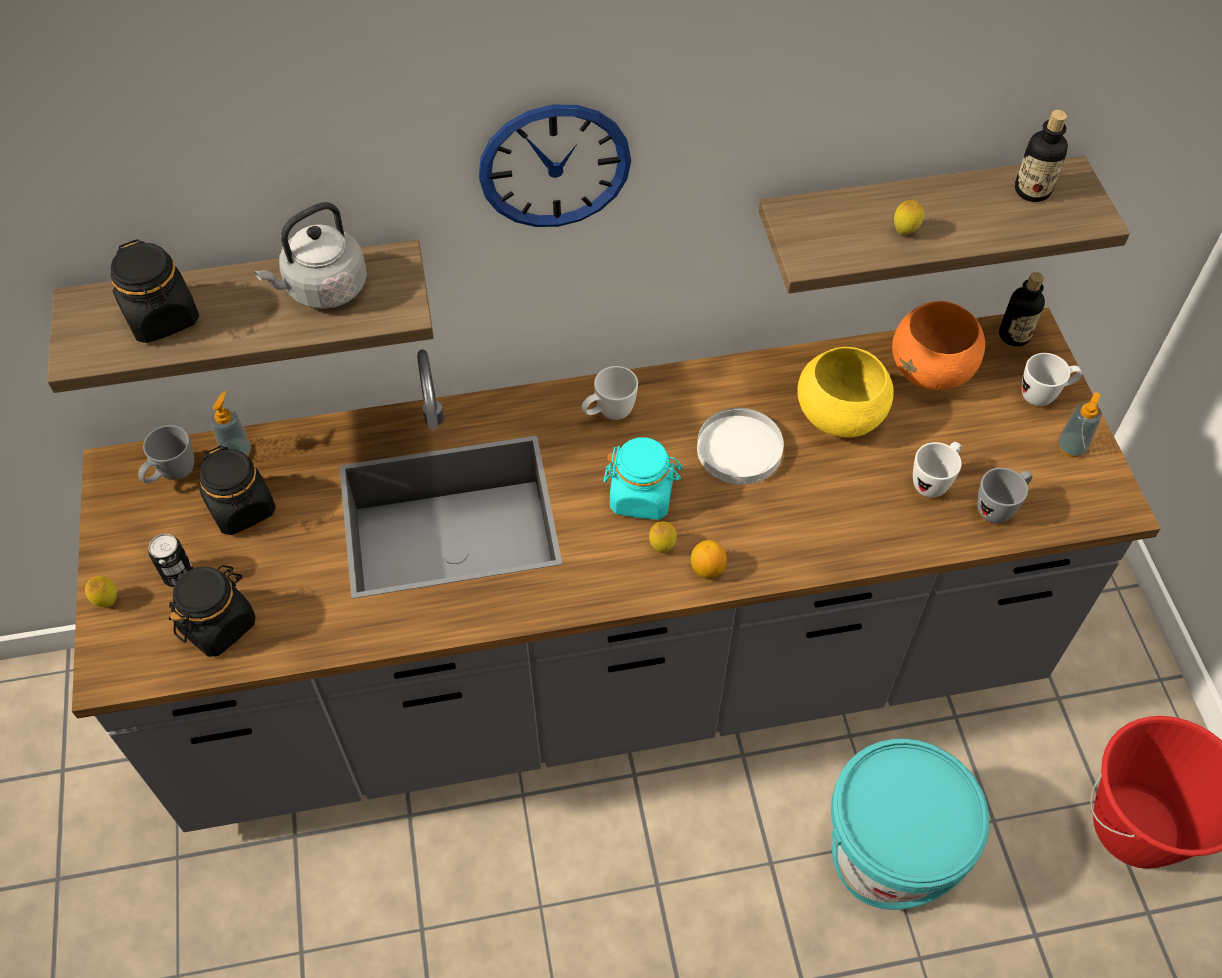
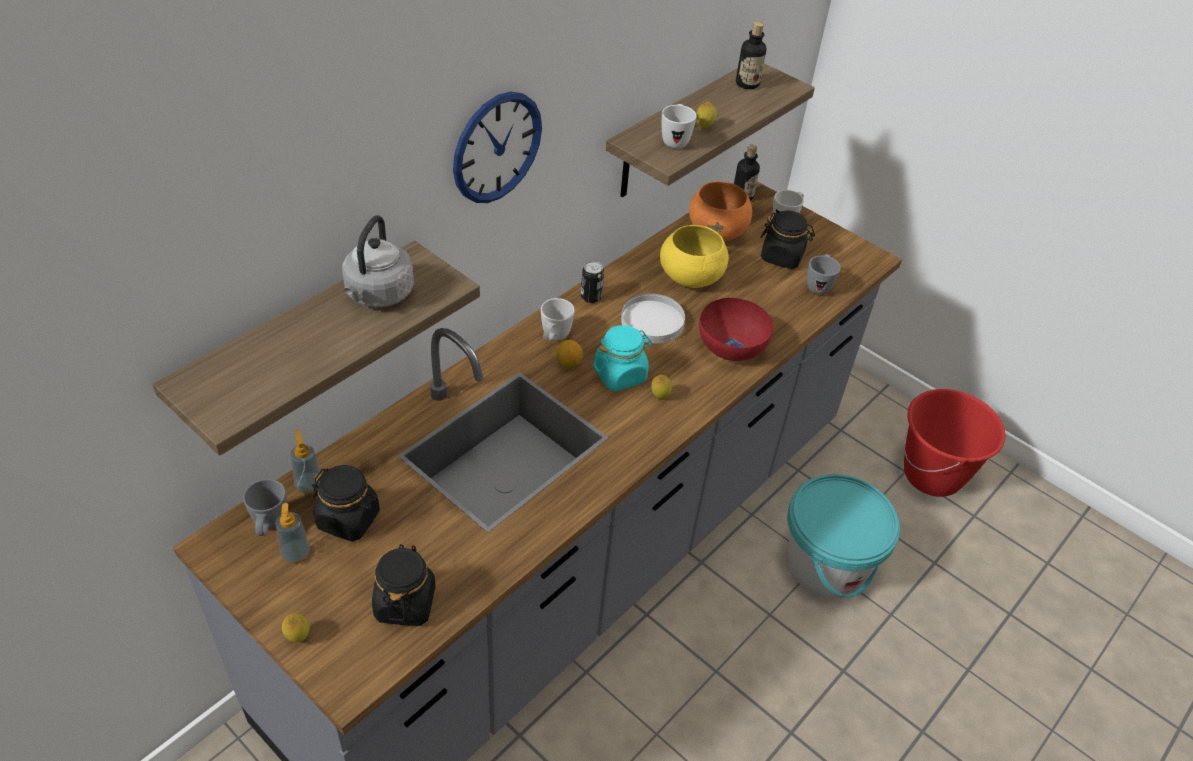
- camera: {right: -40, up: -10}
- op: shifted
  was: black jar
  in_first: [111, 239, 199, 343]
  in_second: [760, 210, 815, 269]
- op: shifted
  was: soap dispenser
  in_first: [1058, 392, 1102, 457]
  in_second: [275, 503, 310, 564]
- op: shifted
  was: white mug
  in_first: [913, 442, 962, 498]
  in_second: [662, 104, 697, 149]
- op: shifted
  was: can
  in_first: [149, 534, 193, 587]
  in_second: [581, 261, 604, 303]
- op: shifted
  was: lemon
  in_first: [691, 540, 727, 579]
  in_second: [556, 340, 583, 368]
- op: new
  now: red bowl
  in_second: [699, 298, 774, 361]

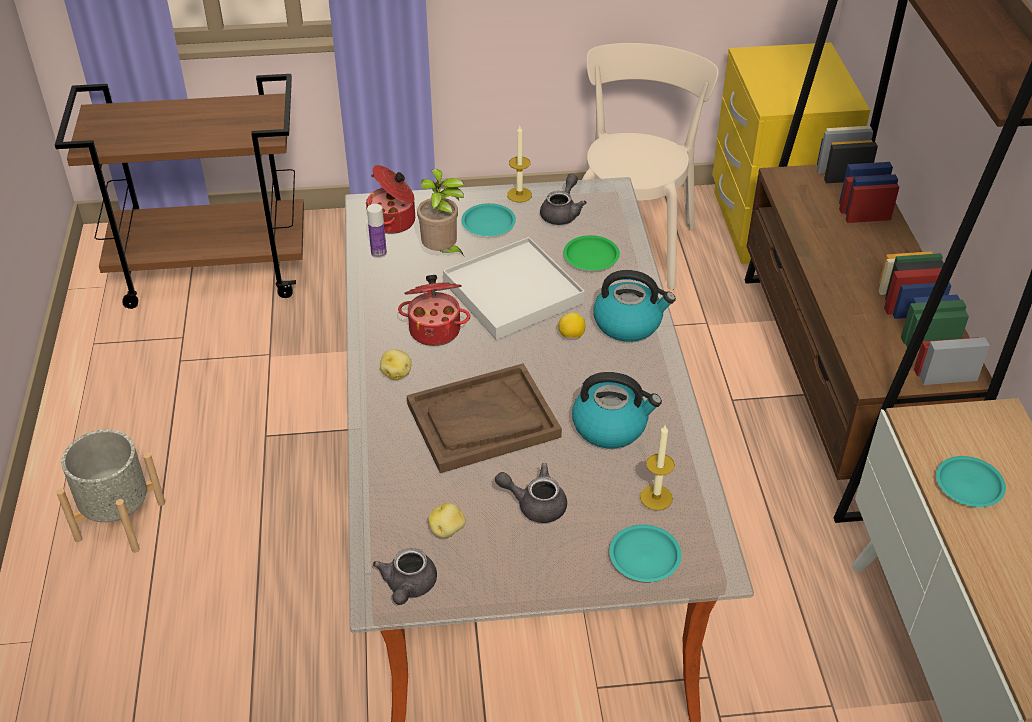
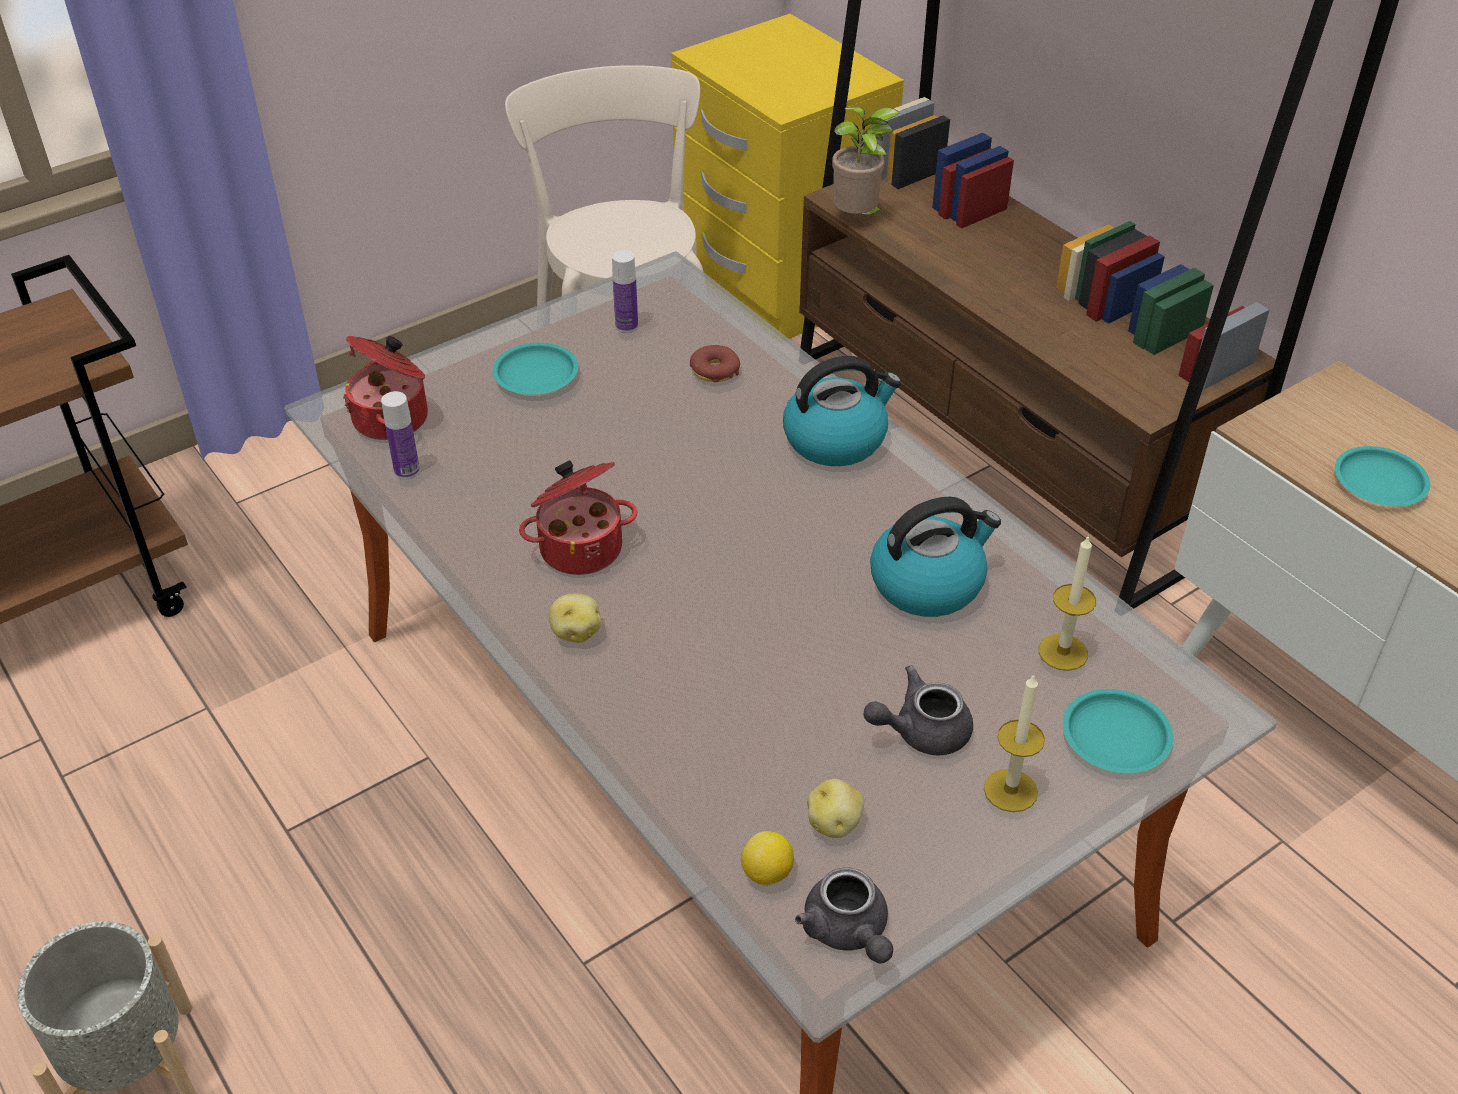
- camera: {right: -30, up: 0}
- op: shifted
  was: candle
  in_first: [507, 126, 532, 202]
  in_second: [984, 674, 1045, 812]
- op: shifted
  was: potted plant
  in_first: [417, 169, 464, 256]
  in_second: [832, 107, 900, 215]
- op: swapped
  was: grey teapot
  now: bottle
  in_first: [540, 174, 587, 225]
  in_second: [612, 250, 638, 333]
- op: swapped
  was: green plate
  now: donut
  in_first: [563, 235, 620, 270]
  in_second: [690, 345, 740, 382]
- op: gone
  was: white tray
  in_first: [443, 237, 585, 340]
- op: shifted
  was: lemon
  in_first: [558, 312, 586, 338]
  in_second: [741, 831, 794, 886]
- op: gone
  was: brown tray
  in_first: [407, 363, 562, 473]

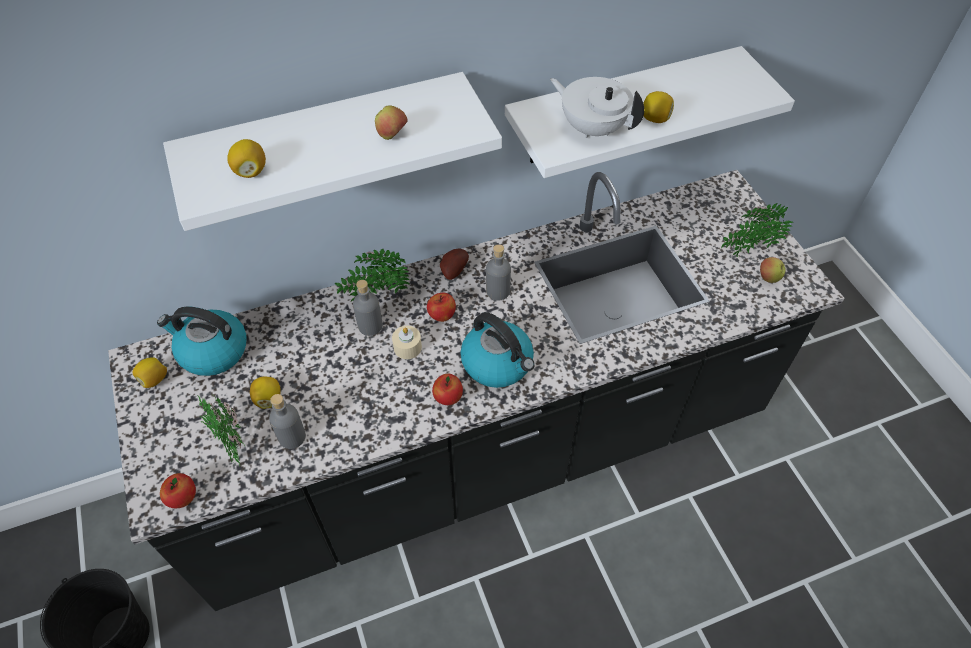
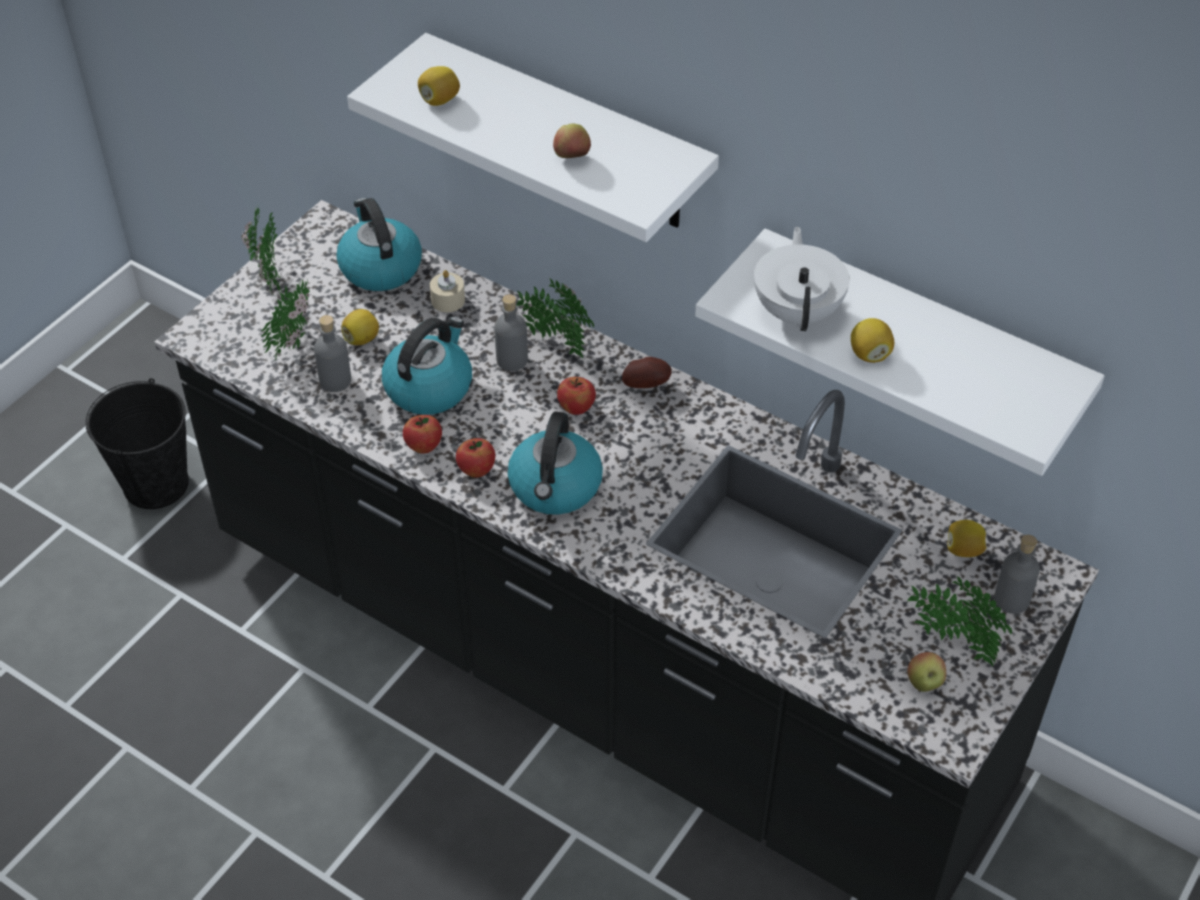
- camera: {right: 55, up: -5}
- op: shifted
  was: grey bottle
  in_first: [486, 244, 511, 301]
  in_second: [994, 535, 1040, 614]
- op: shifted
  was: beige candle
  in_first: [392, 326, 422, 359]
  in_second: [430, 270, 465, 312]
- op: shifted
  was: lemon
  in_first: [133, 357, 167, 388]
  in_second: [948, 520, 986, 557]
- op: shifted
  was: apple
  in_first: [160, 473, 196, 508]
  in_second: [403, 415, 442, 454]
- op: new
  now: potted plant
  in_second: [241, 208, 284, 295]
- op: new
  now: kettle
  in_second: [382, 317, 472, 415]

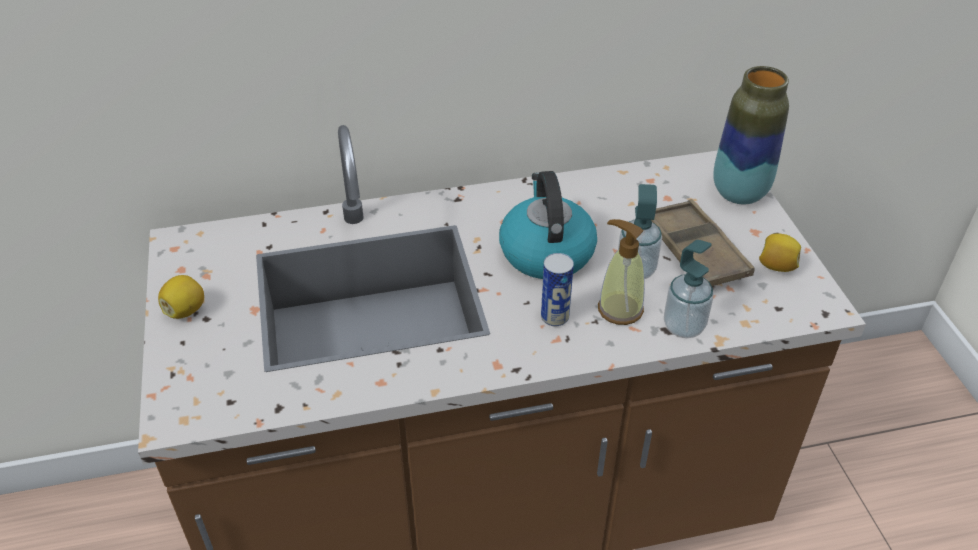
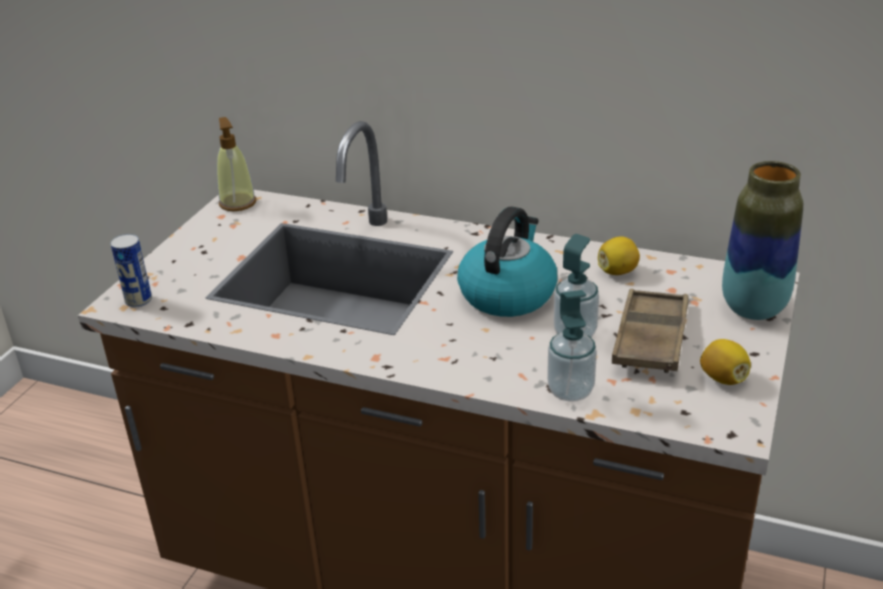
- camera: {right: 35, up: -10}
- op: shifted
  was: soap dispenser
  in_first: [598, 219, 645, 325]
  in_second: [217, 117, 256, 211]
- op: shifted
  was: can
  in_first: [541, 253, 574, 326]
  in_second: [110, 234, 152, 307]
- op: shifted
  was: lemon
  in_first: [158, 275, 204, 319]
  in_second: [598, 236, 640, 275]

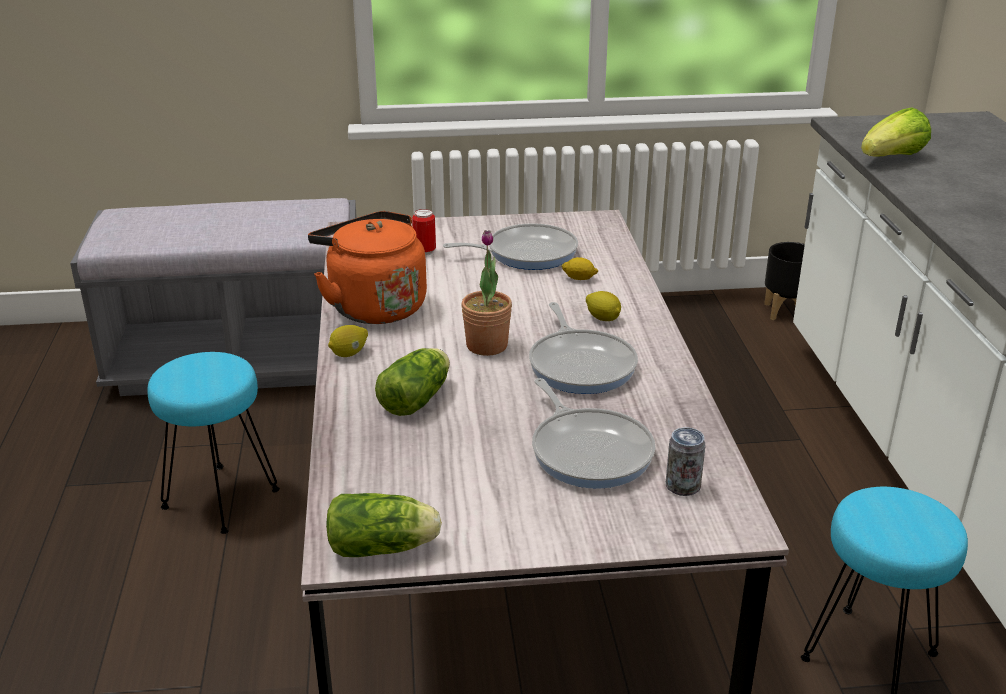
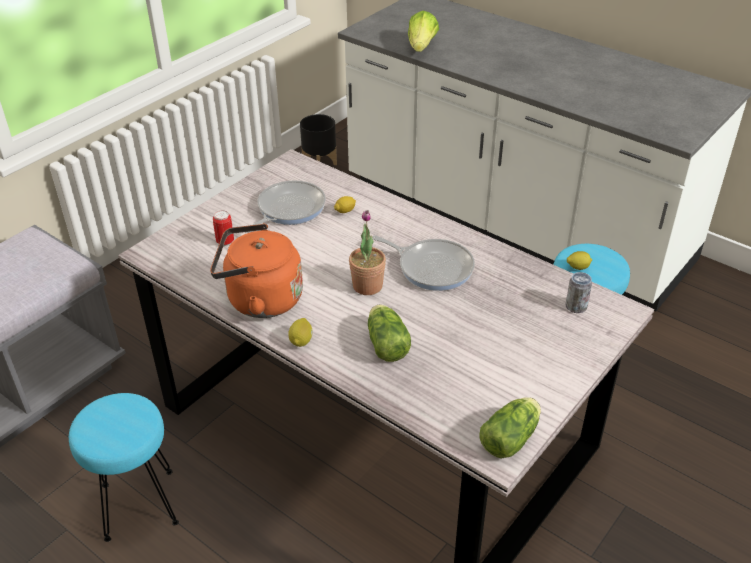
- camera: {right: -45, up: 10}
- op: shifted
  was: lemon
  in_first: [586, 291, 621, 321]
  in_second: [567, 251, 592, 270]
- op: gone
  was: frying pan
  in_first: [532, 378, 656, 489]

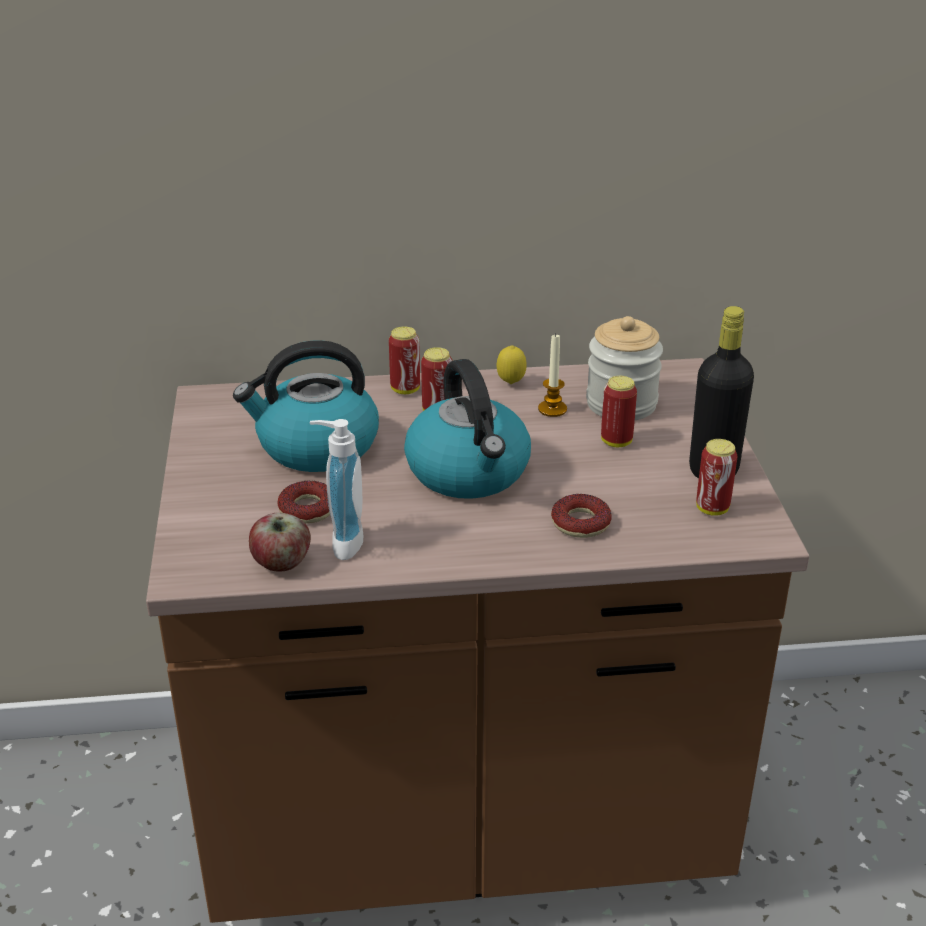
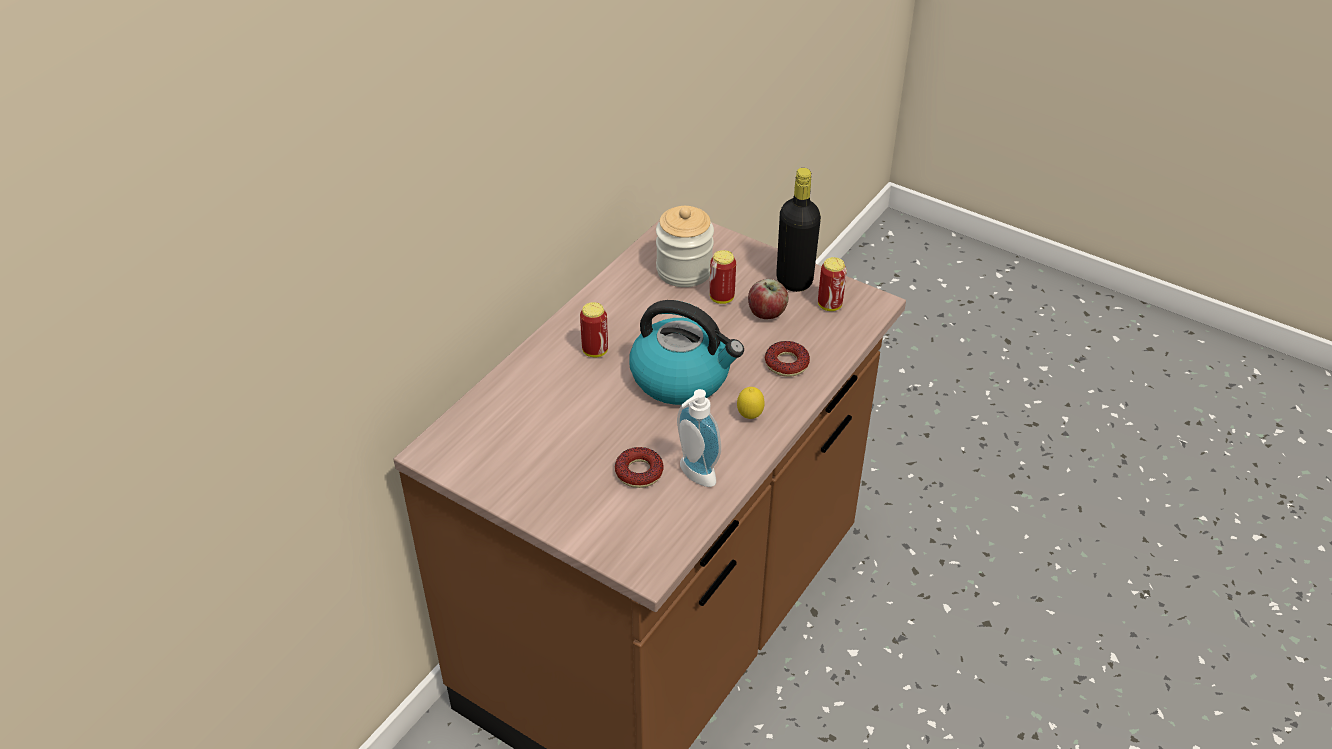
- camera: {right: -50, up: 10}
- op: gone
  was: can
  in_first: [389, 326, 420, 394]
- op: gone
  was: candle
  in_first: [538, 334, 567, 417]
- op: gone
  was: kettle
  in_first: [233, 340, 379, 472]
- op: shifted
  was: lemon
  in_first: [497, 345, 527, 384]
  in_second: [737, 387, 765, 419]
- op: shifted
  was: apple
  in_first: [249, 513, 311, 572]
  in_second: [748, 279, 788, 319]

